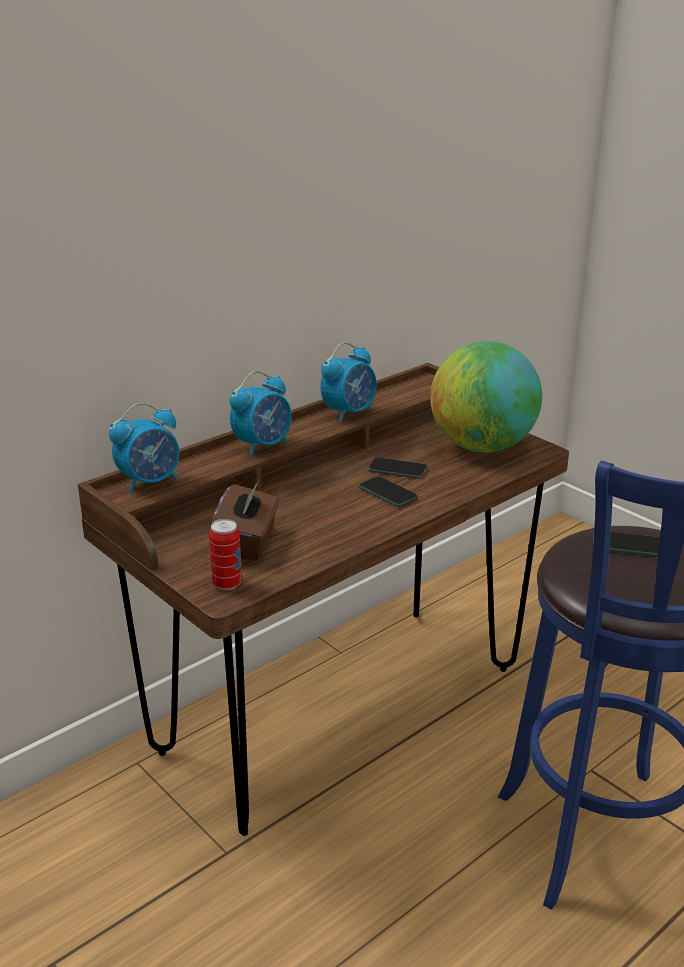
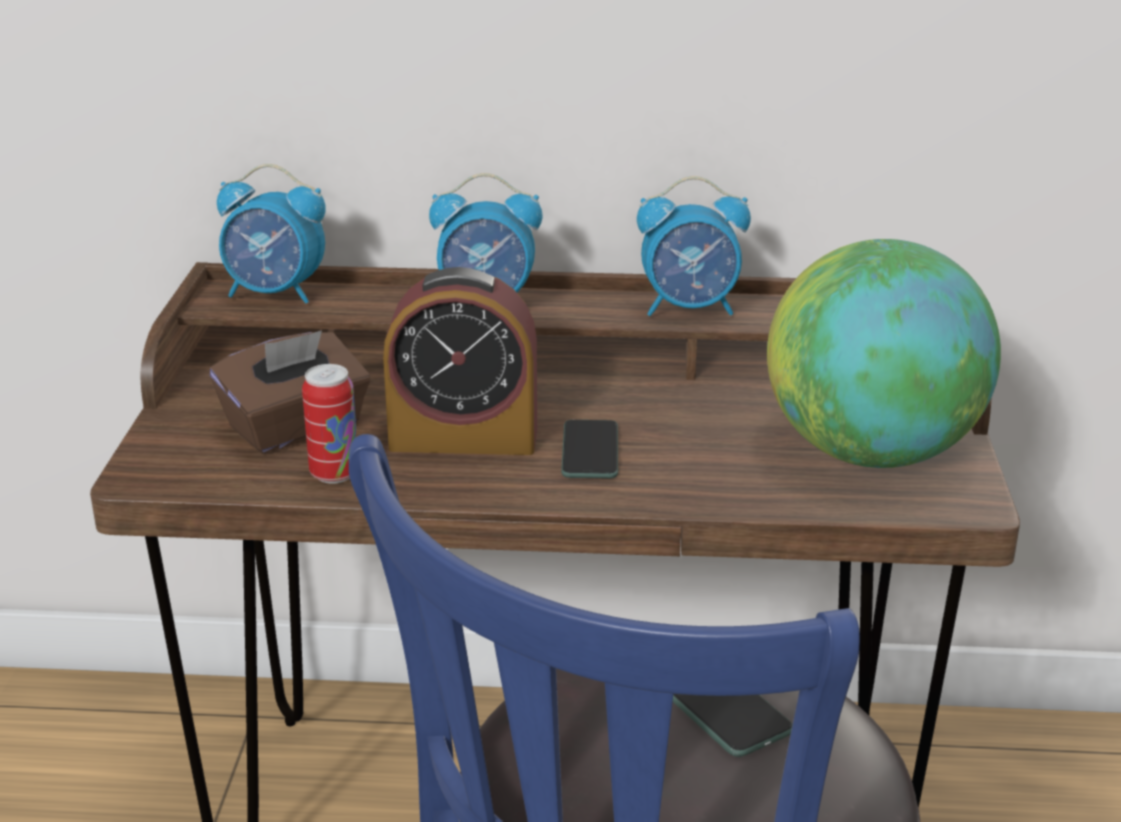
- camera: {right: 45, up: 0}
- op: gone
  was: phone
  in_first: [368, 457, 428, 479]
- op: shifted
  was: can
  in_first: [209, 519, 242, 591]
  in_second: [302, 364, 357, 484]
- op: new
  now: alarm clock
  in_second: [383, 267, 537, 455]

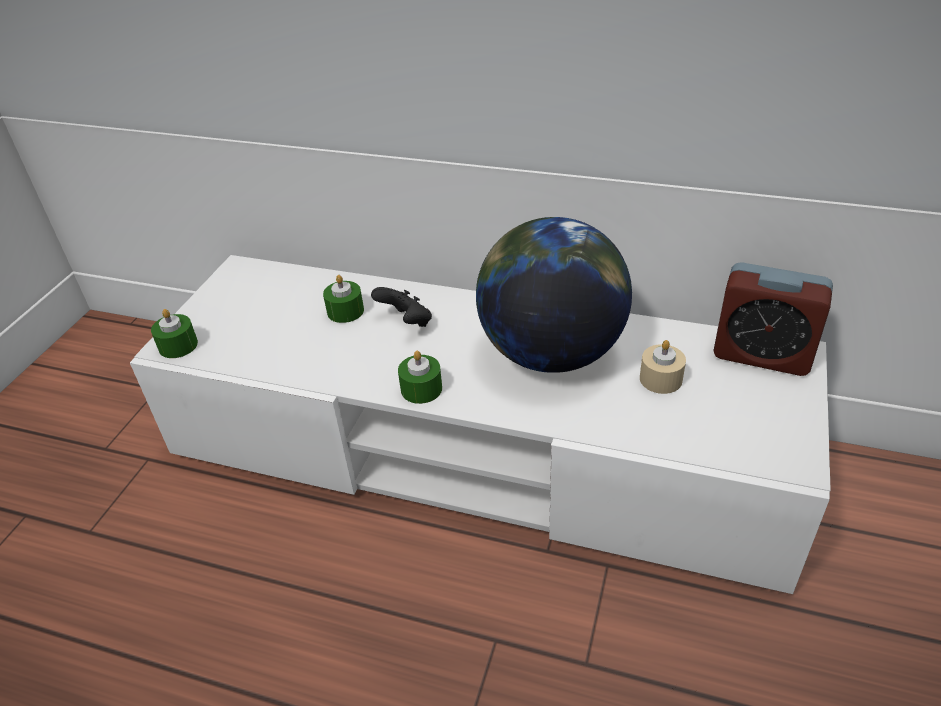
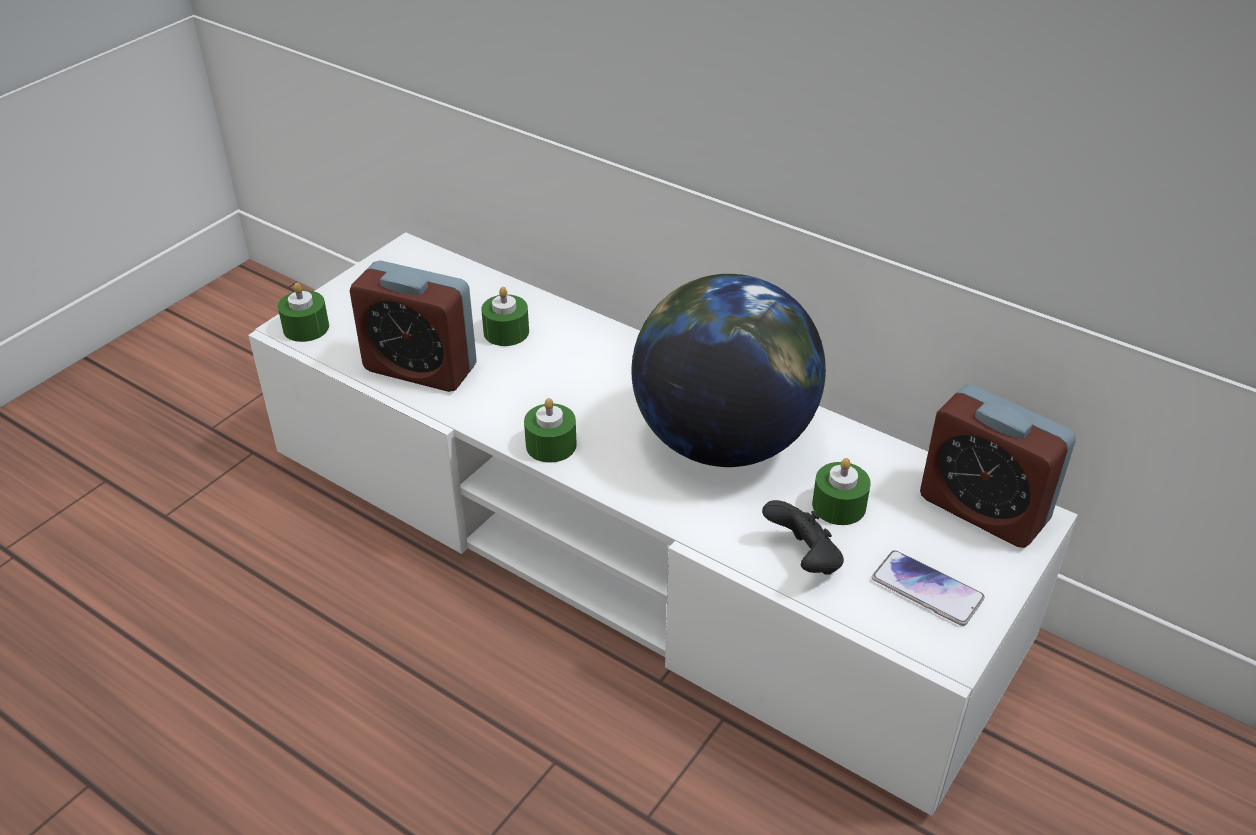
- camera: {right: 15, up: 0}
- op: shifted
  was: black game controller
  in_first: [371, 287, 432, 327]
  in_second: [762, 500, 844, 575]
- op: repainted
  was: beige candle
  now: green candle
  in_first: [640, 340, 686, 394]
  in_second: [812, 458, 871, 525]
- op: new
  now: alarm clock
  in_second: [350, 261, 477, 392]
- op: new
  now: phone
  in_second: [872, 550, 985, 626]

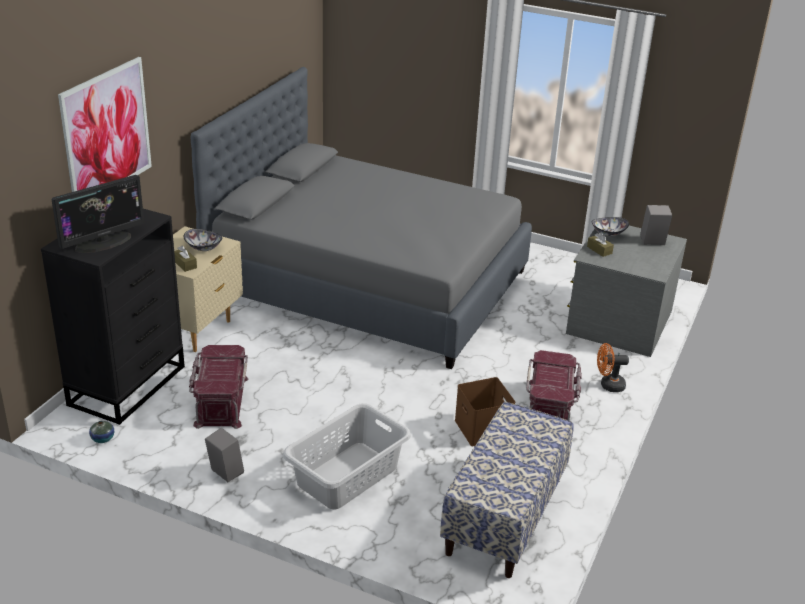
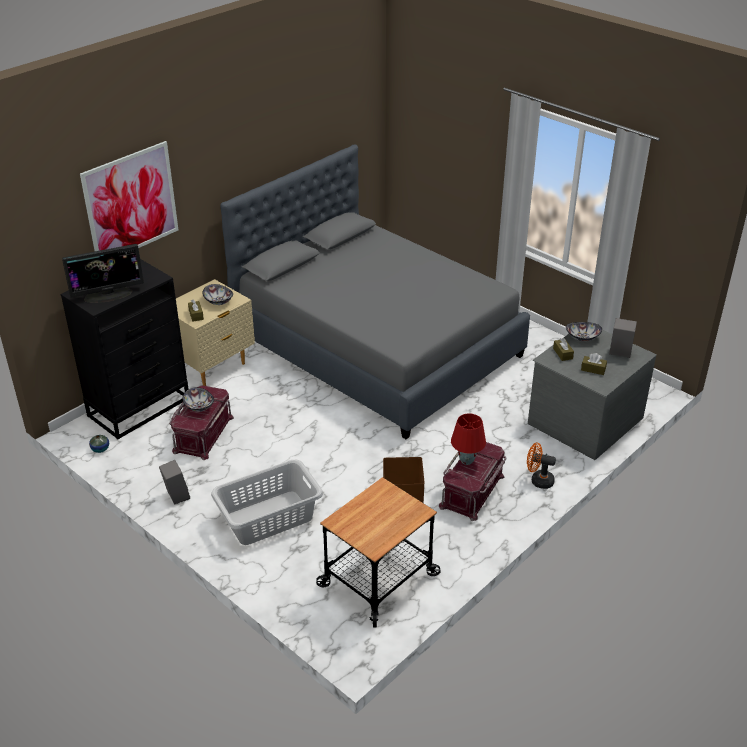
- camera: {right: 20, up: 5}
- op: swapped
  was: bench
  now: cart
  in_first: [440, 402, 573, 578]
  in_second: [316, 477, 441, 628]
- op: new
  now: brown tissue box
  in_second: [581, 353, 607, 375]
- op: new
  now: bowl
  in_second: [182, 387, 214, 412]
- op: new
  now: red table lamp
  in_second: [451, 413, 486, 465]

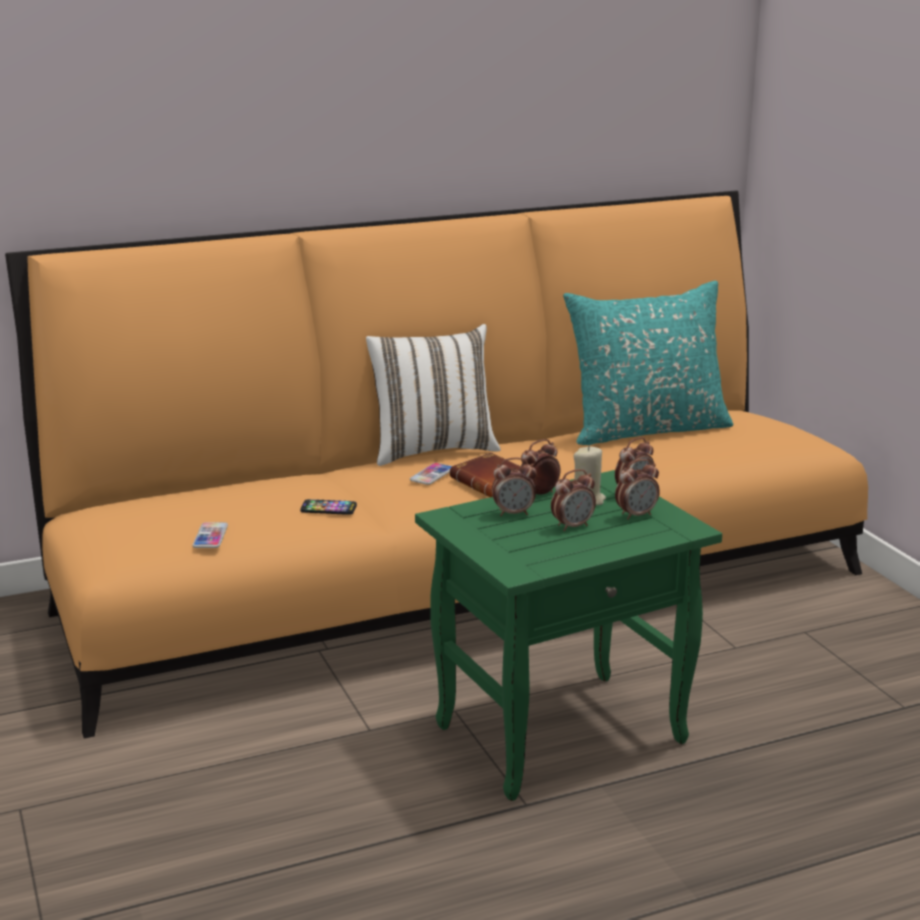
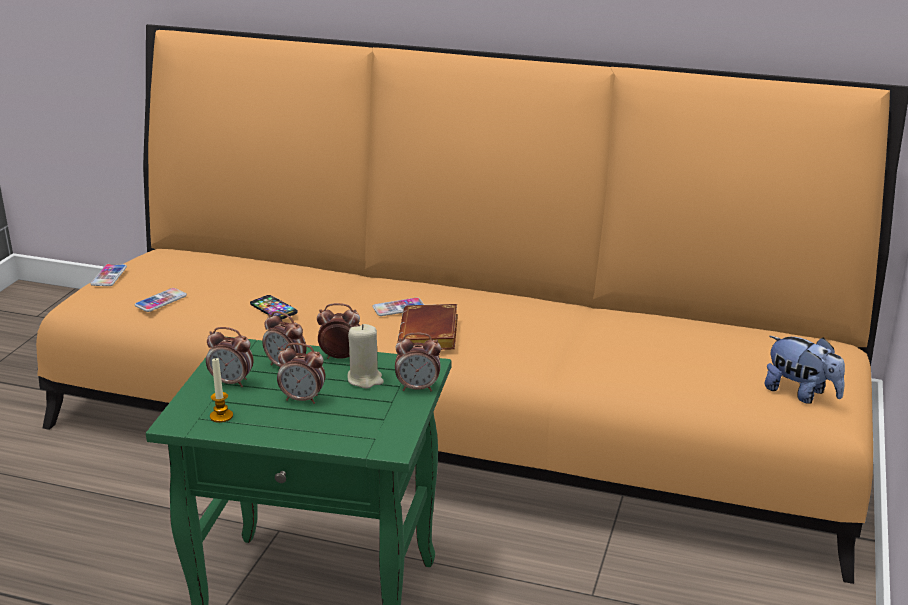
- camera: {right: 40, up: 5}
- op: gone
  was: turquoise pillow
  in_first: [563, 281, 733, 445]
- op: gone
  was: white pillow
  in_first: [366, 324, 501, 466]
- op: shifted
  was: alarm clock
  in_first: [615, 459, 660, 520]
  in_second: [206, 327, 254, 387]
- op: new
  now: phone
  in_second: [90, 264, 127, 286]
- op: new
  now: plush toy
  in_second: [765, 336, 845, 404]
- op: new
  now: candle
  in_second: [210, 358, 233, 423]

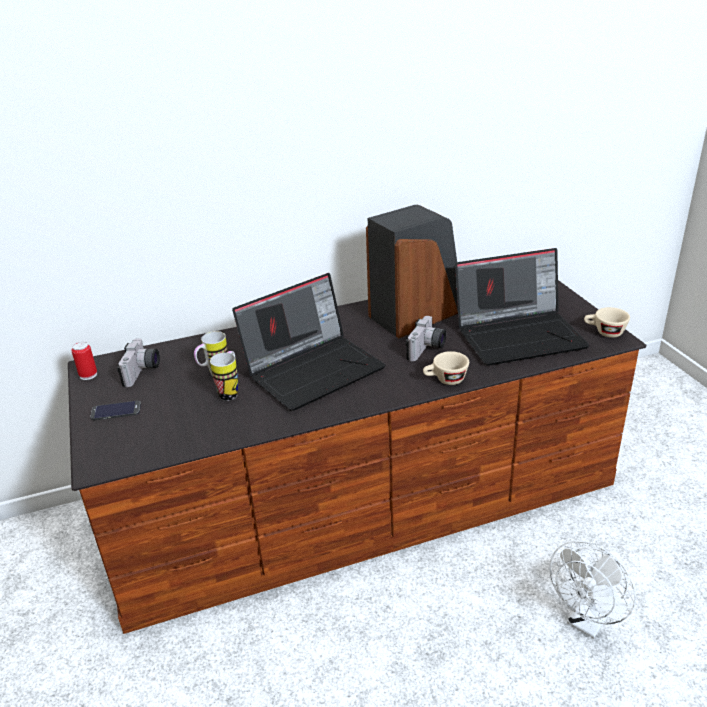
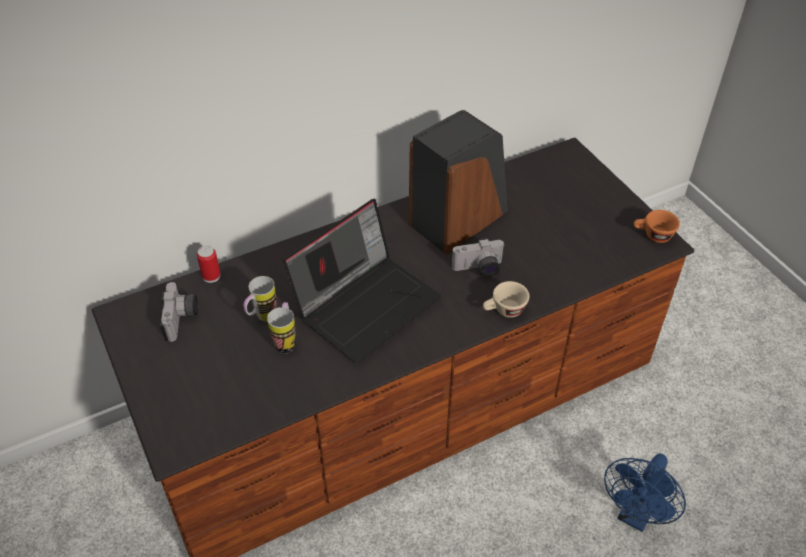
- camera: {right: -10, up: 15}
- op: gone
  was: laptop
  in_first: [455, 248, 590, 366]
- op: repainted
  was: beige cup
  now: orange cup
  in_first: [584, 307, 630, 338]
  in_second: [634, 210, 680, 243]
- op: rotated
  was: photo camera
  in_first: [405, 316, 446, 361]
  in_second: [452, 238, 504, 277]
  clockwise: 60
- op: shifted
  was: can
  in_first: [71, 341, 97, 380]
  in_second: [197, 246, 220, 283]
- op: gone
  was: phone
  in_first: [90, 400, 141, 420]
- op: repainted
  was: white fan
  now: blue fan
  in_first: [549, 541, 636, 639]
  in_second: [604, 454, 686, 532]

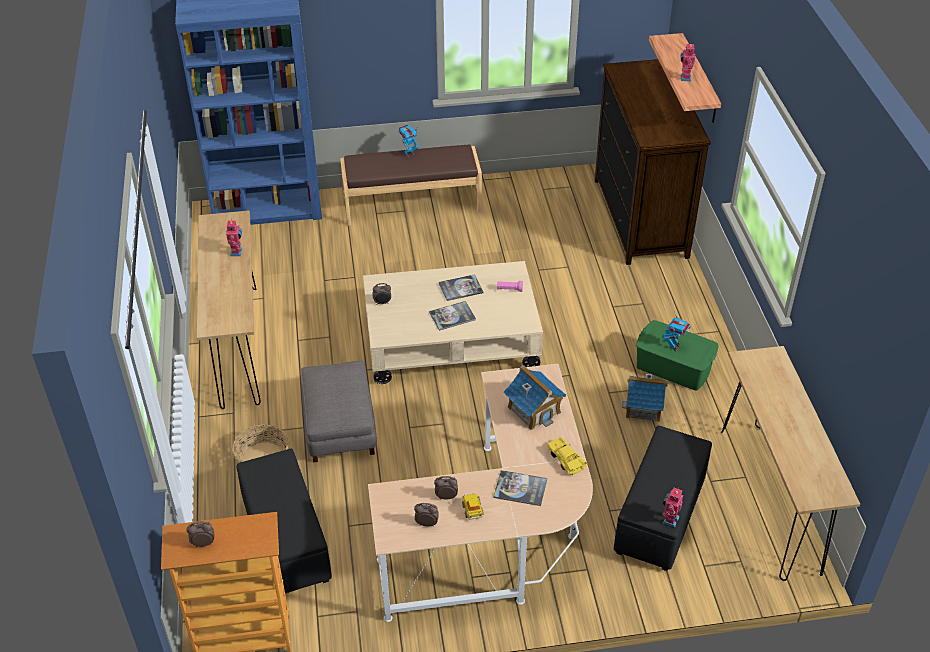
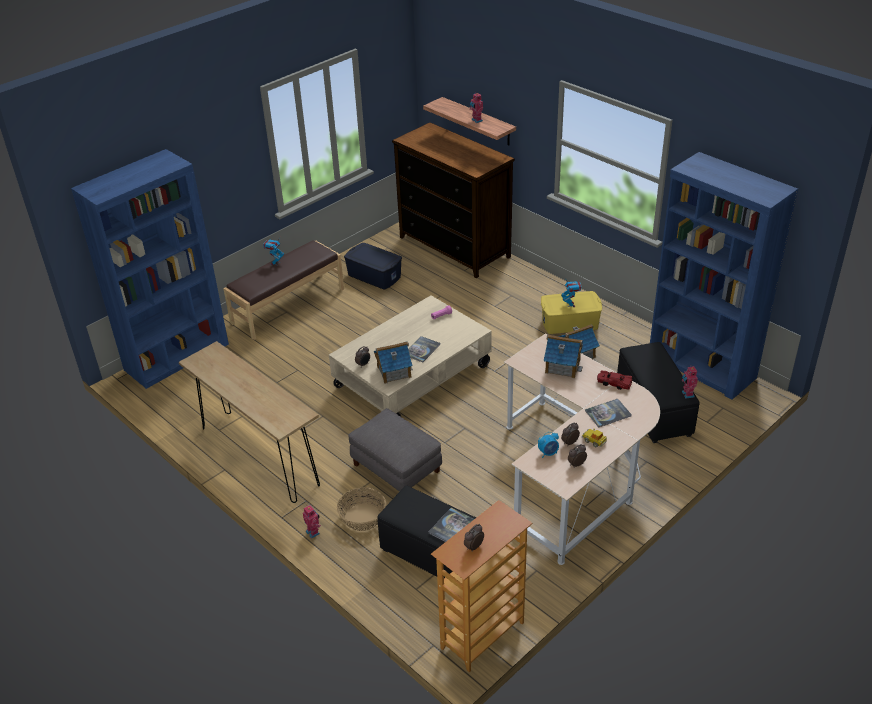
- camera: {right: -35, up: -5}
- op: shifted
  was: toy robot
  in_first: [226, 220, 242, 256]
  in_second: [303, 505, 321, 539]
- op: shifted
  was: book
  in_first: [439, 274, 484, 301]
  in_second: [429, 508, 474, 542]
- op: repainted
  was: green storage box
  now: yellow storage box
  in_first: [636, 320, 718, 391]
  in_second: [541, 291, 602, 334]
- op: swapped
  was: brown console table
  now: blue bookcase
  in_first: [721, 346, 860, 581]
  in_second: [650, 152, 798, 400]
- op: repainted
  was: yellow toy car
  now: red toy car
  in_first: [547, 437, 587, 475]
  in_second: [597, 371, 632, 390]
- op: new
  now: blue storage box
  in_second: [344, 243, 402, 290]
- op: new
  now: toy house
  in_second: [374, 341, 413, 384]
- op: new
  now: alarm clock
  in_second: [538, 432, 559, 458]

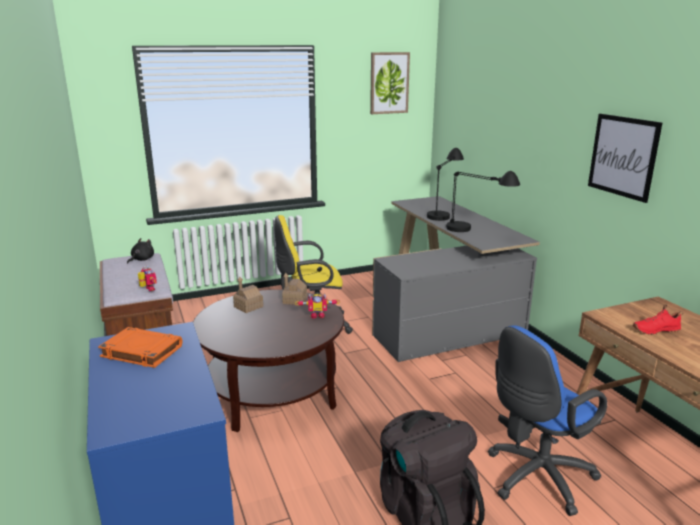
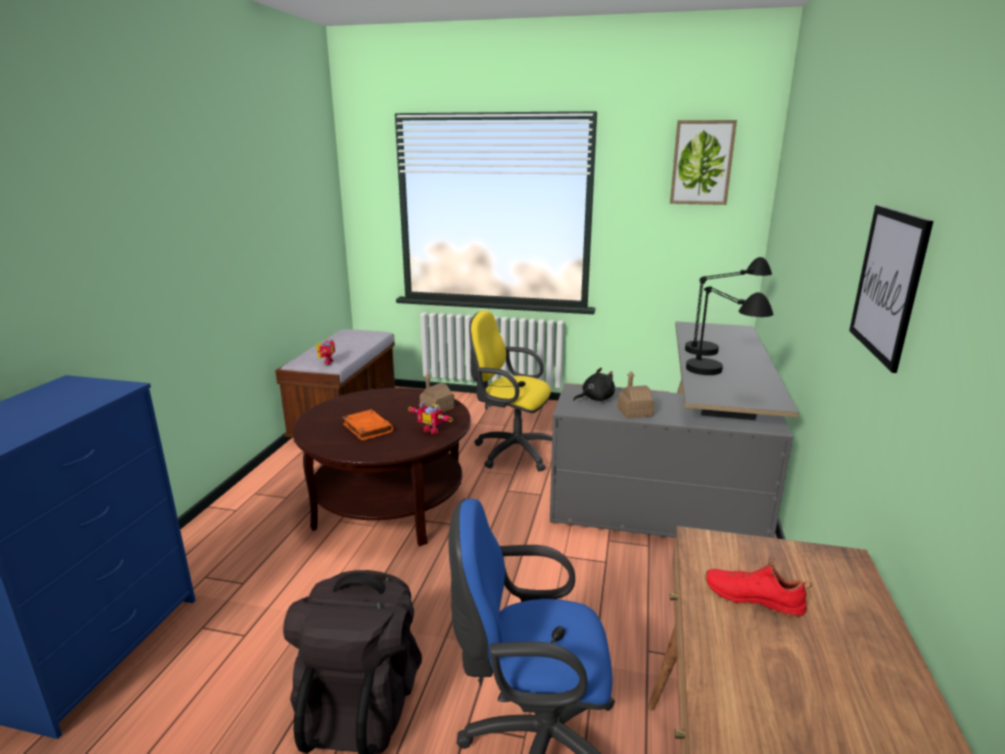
- camera: {right: 35, up: 0}
- op: shifted
  was: black plush toy
  in_first: [127, 238, 154, 264]
  in_second: [573, 368, 615, 401]
- op: shifted
  was: toy house
  in_first: [233, 277, 263, 313]
  in_second: [617, 371, 655, 419]
- op: shifted
  was: orange book
  in_first: [98, 327, 182, 368]
  in_second: [343, 409, 394, 441]

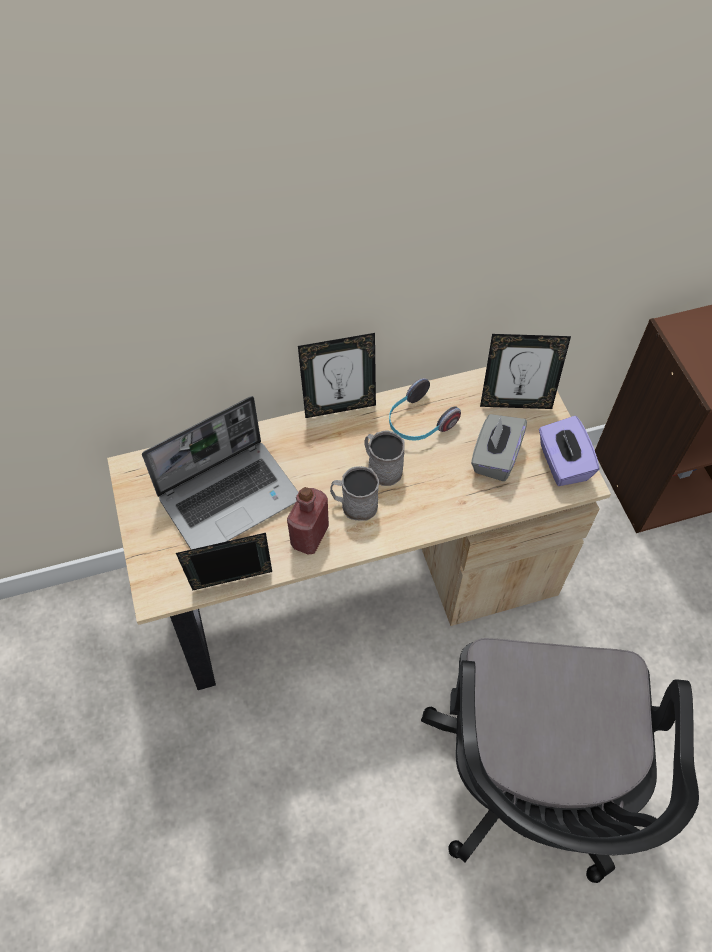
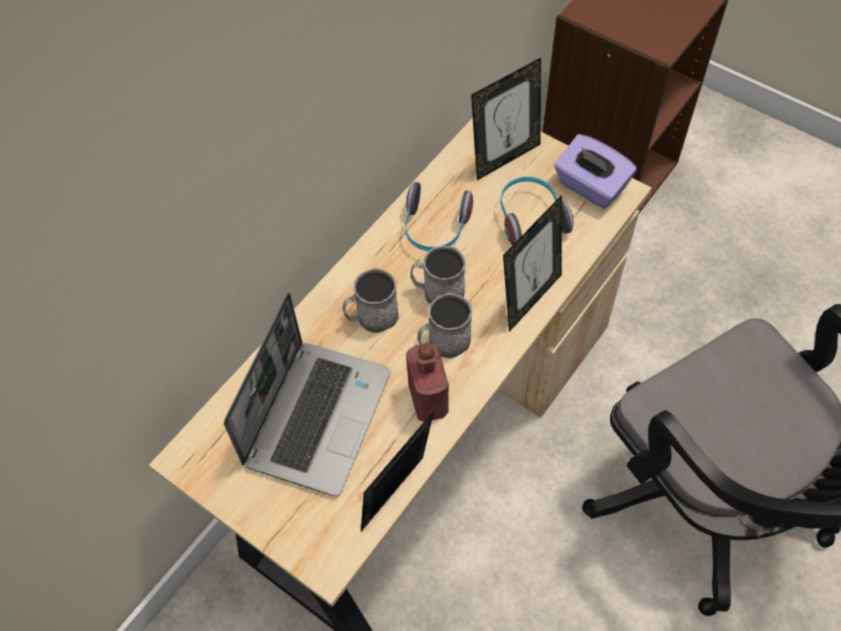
- camera: {right: -35, up: 0}
- op: shifted
  was: picture frame
  in_first: [298, 333, 376, 418]
  in_second: [503, 195, 562, 332]
- op: swapped
  was: grey tissue box
  now: headphones
  in_first: [471, 414, 527, 481]
  in_second: [501, 176, 574, 245]
- op: new
  now: grey mug
  in_second: [343, 268, 399, 333]

